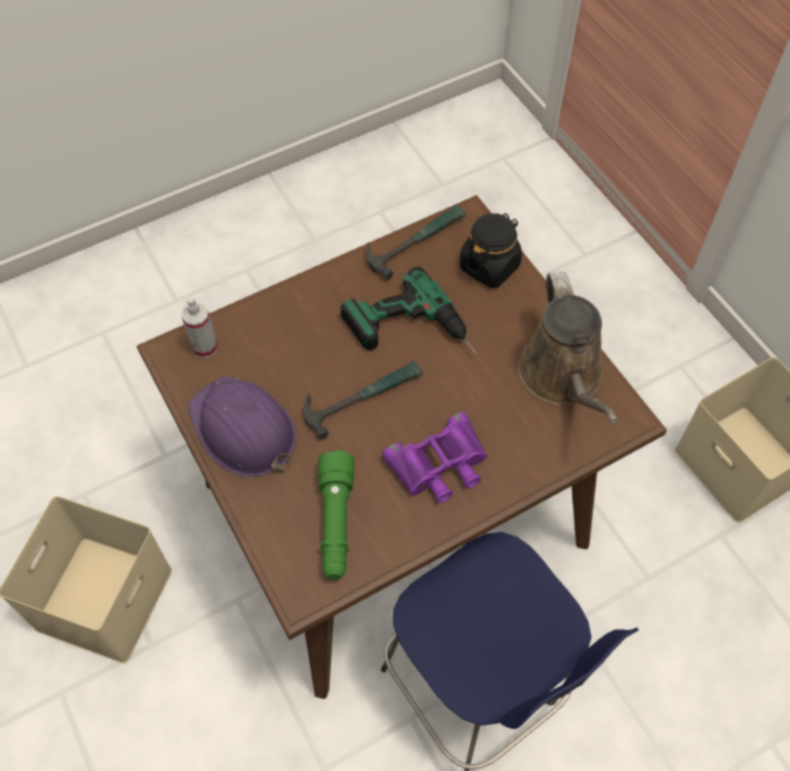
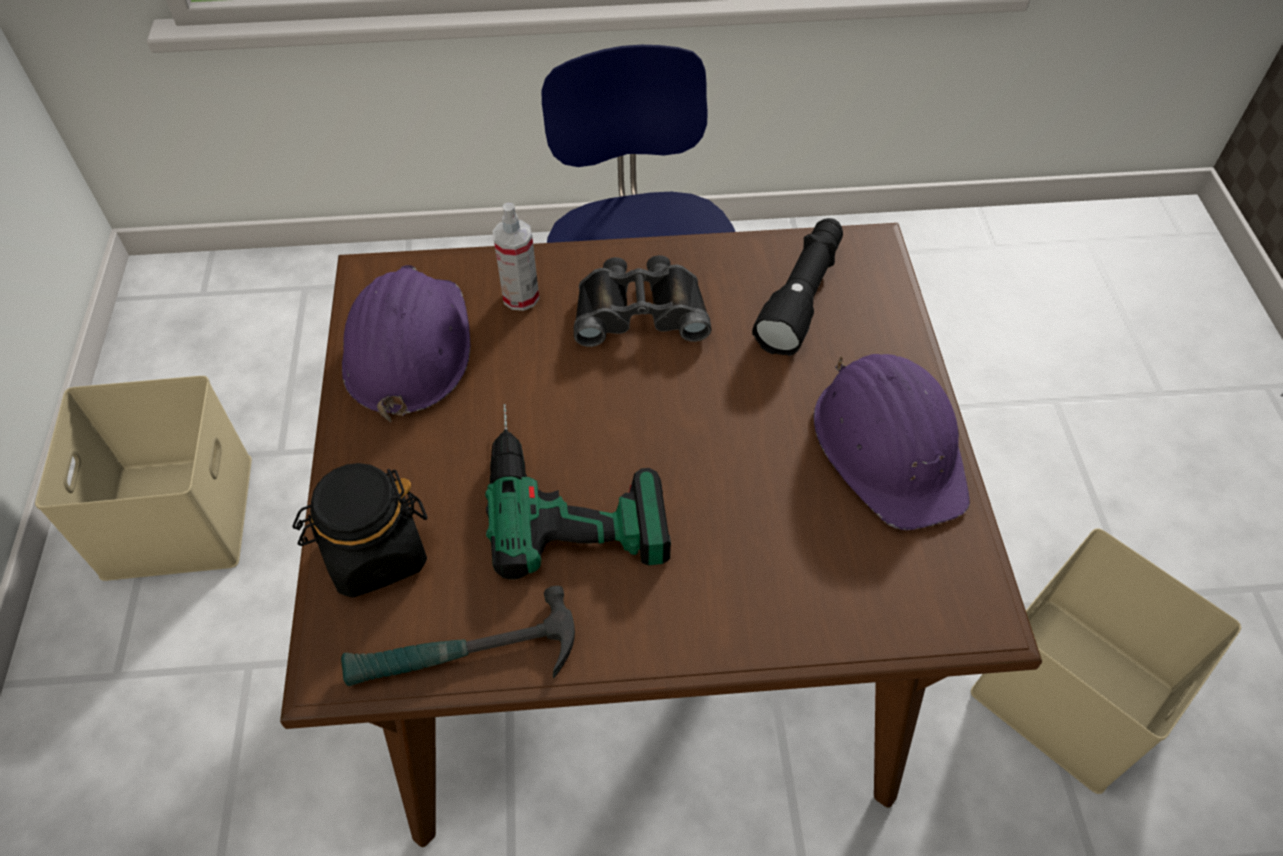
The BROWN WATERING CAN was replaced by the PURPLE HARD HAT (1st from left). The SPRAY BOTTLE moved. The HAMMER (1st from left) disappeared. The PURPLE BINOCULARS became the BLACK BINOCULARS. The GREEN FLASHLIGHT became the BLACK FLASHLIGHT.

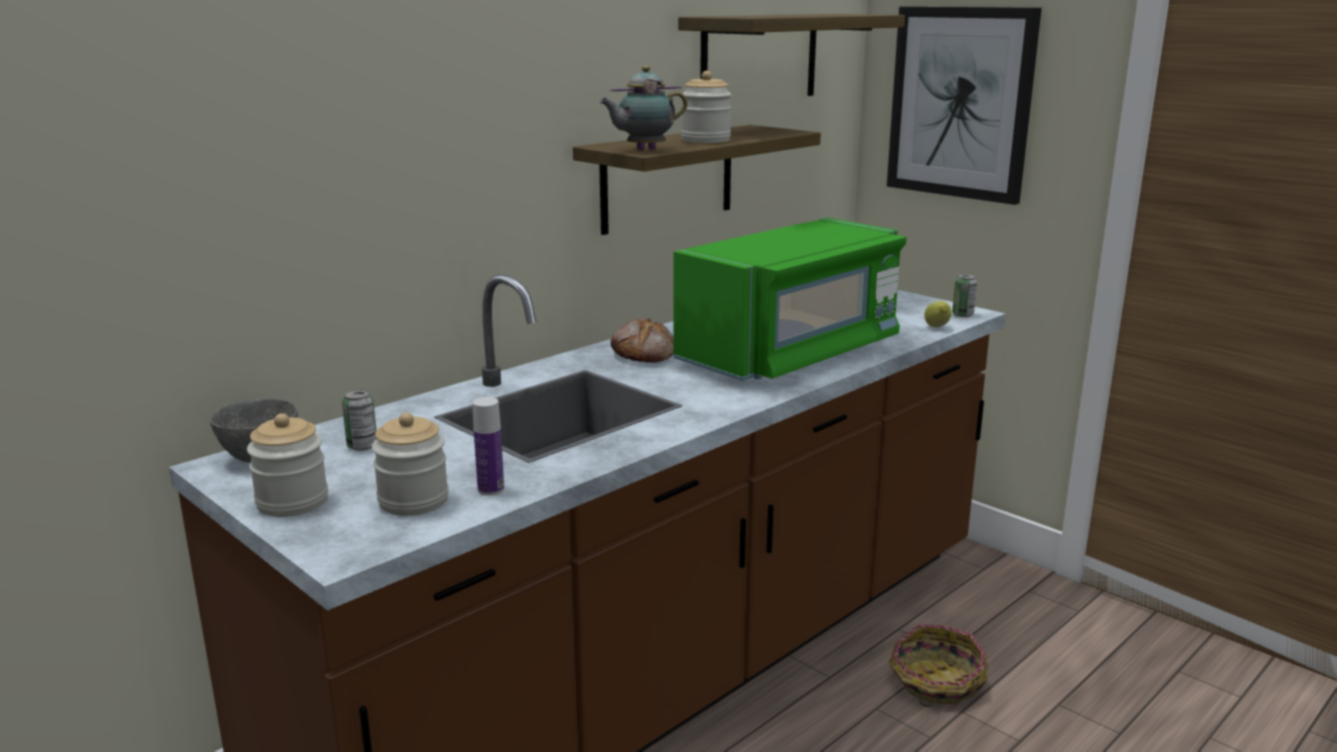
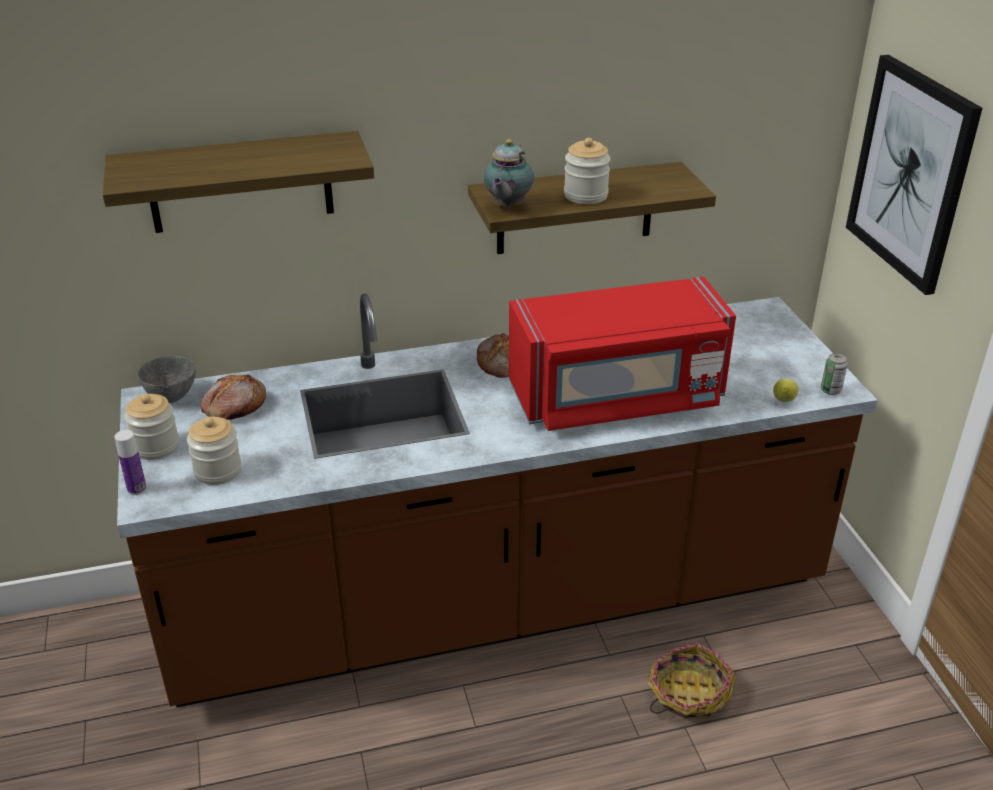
The SHELF (2nd from left in the first image) moved. The TEAPOT turned 75 degrees counterclockwise. The GREEN MICROWAVE became the RED MICROWAVE. The CAN (1st from left) was replaced by the BREAD (1st from left). The BOTTLE moved.

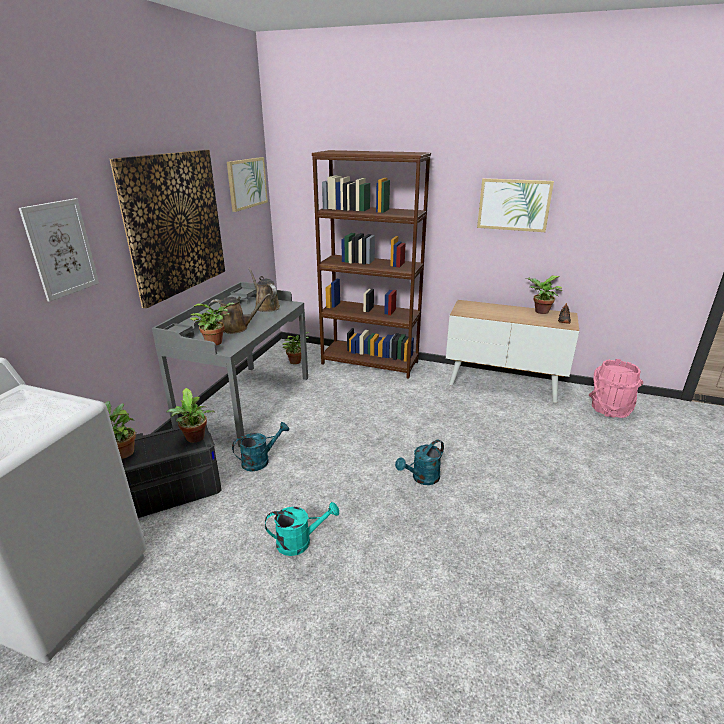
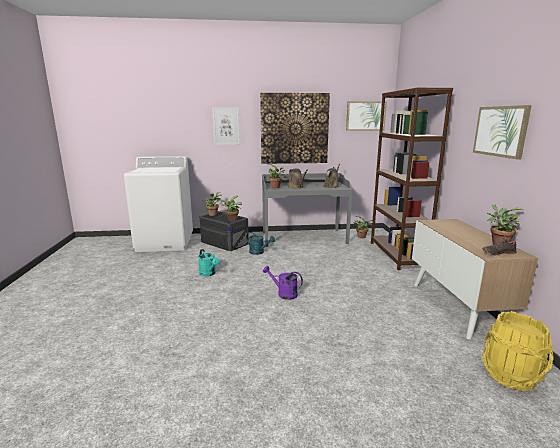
The PINK BUCKET became the YELLOW BUCKET. The TURQUOISE WATERING CAN (3rd from left) became the PURPLE WATERING CAN.

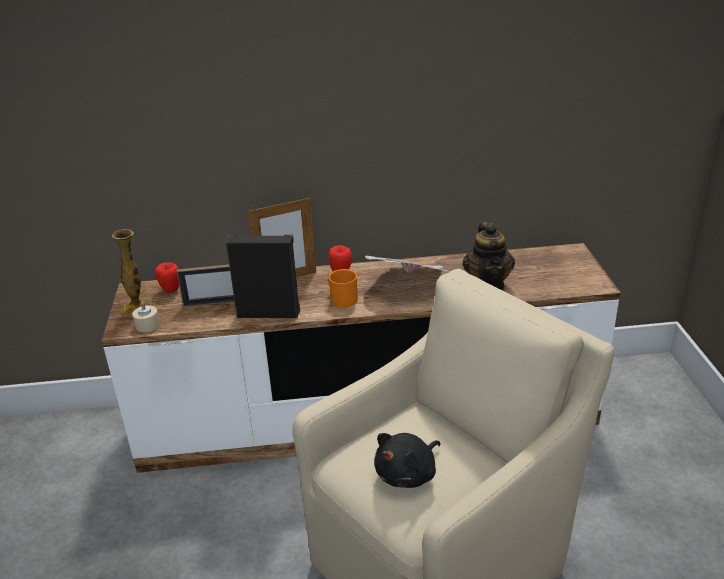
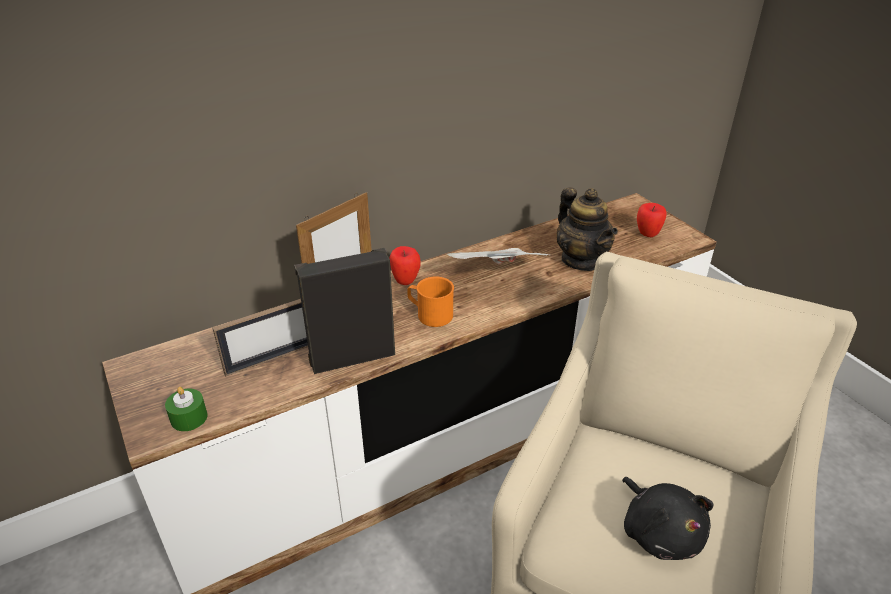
The VASE disappeared. The APPLE (1st from left in the first image) moved. The BEIGE CANDLE became the GREEN CANDLE. The BLACK PLUSH TOY turned 45 degrees counterclockwise.

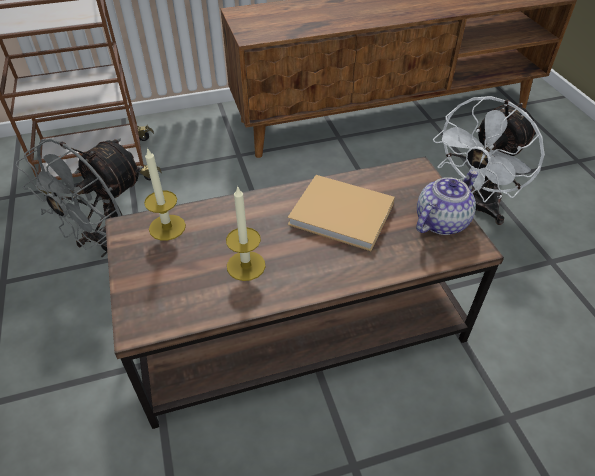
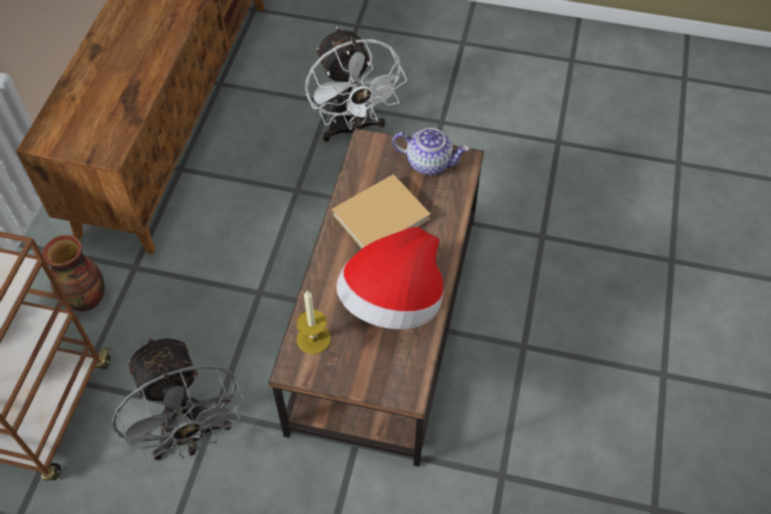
The TEAPOT turned 120 degrees clockwise. The CANDLE (2nd from left) was replaced by the HAT. The VASE appeared.

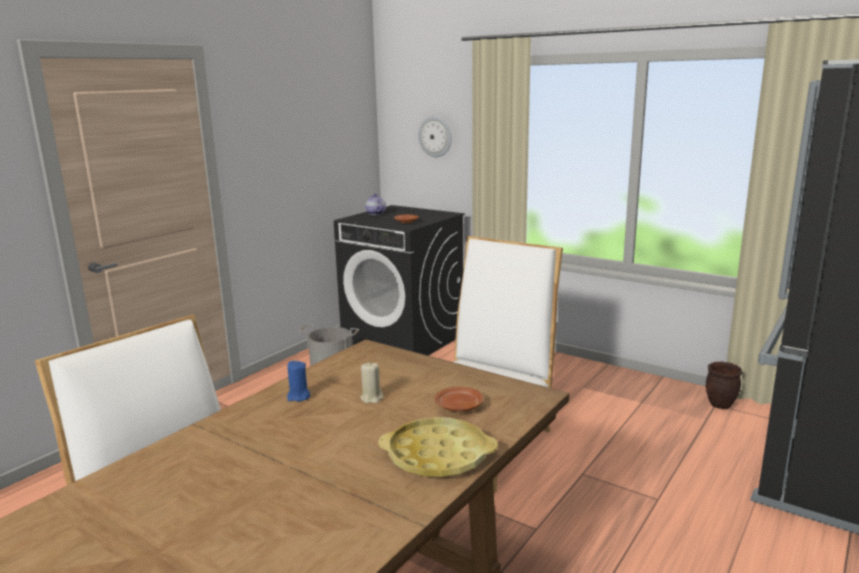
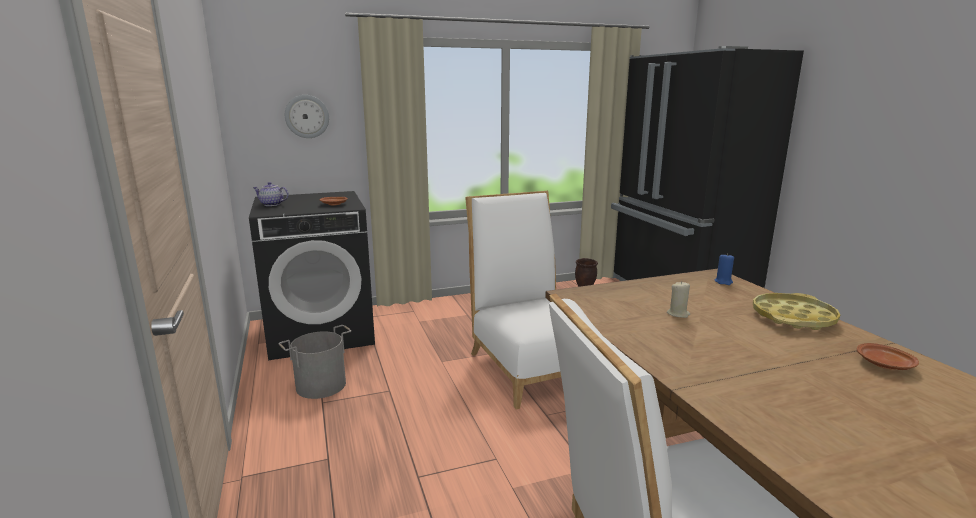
The BLUE CANDLE moved. The BROWN PLATE (2nd from left) moved.

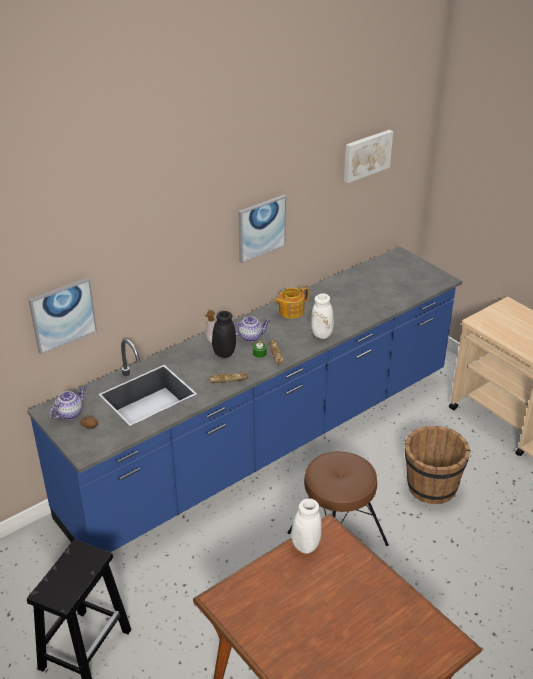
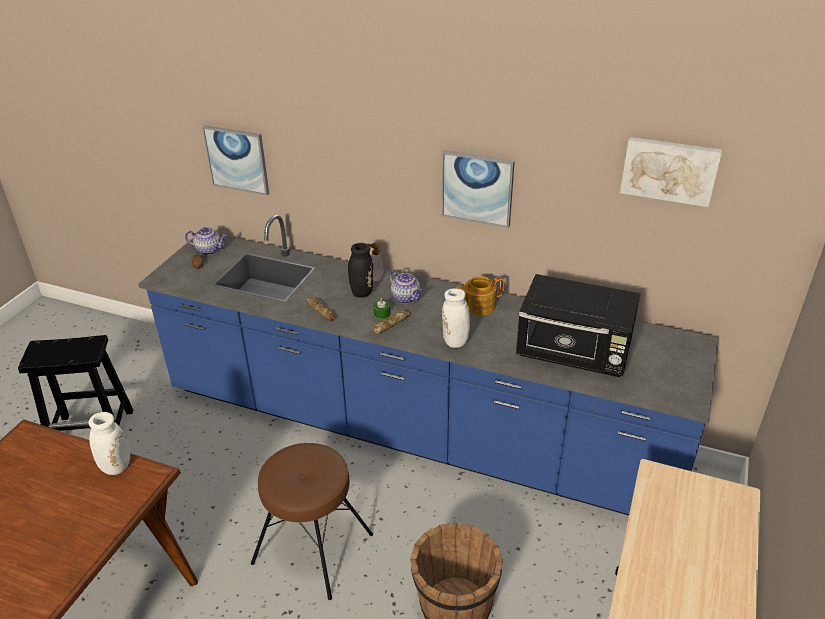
The TEAPOT (3rd from left) turned 45 degrees counterclockwise. The BLACK MICROWAVE appeared.

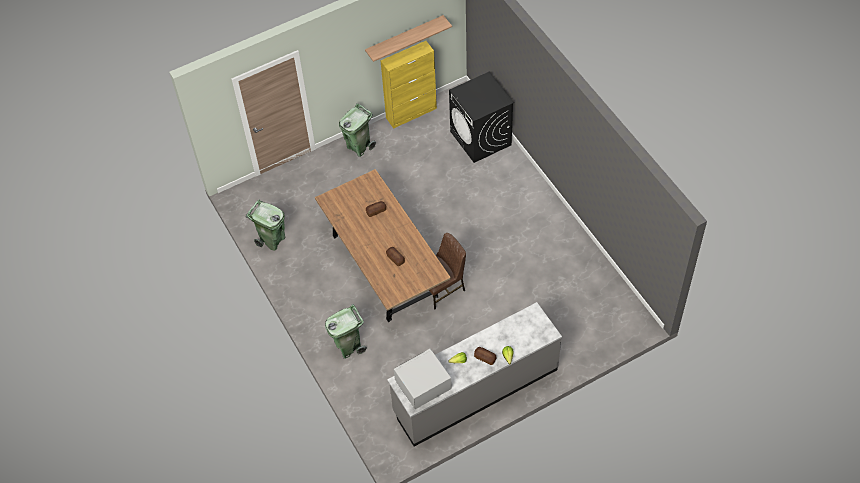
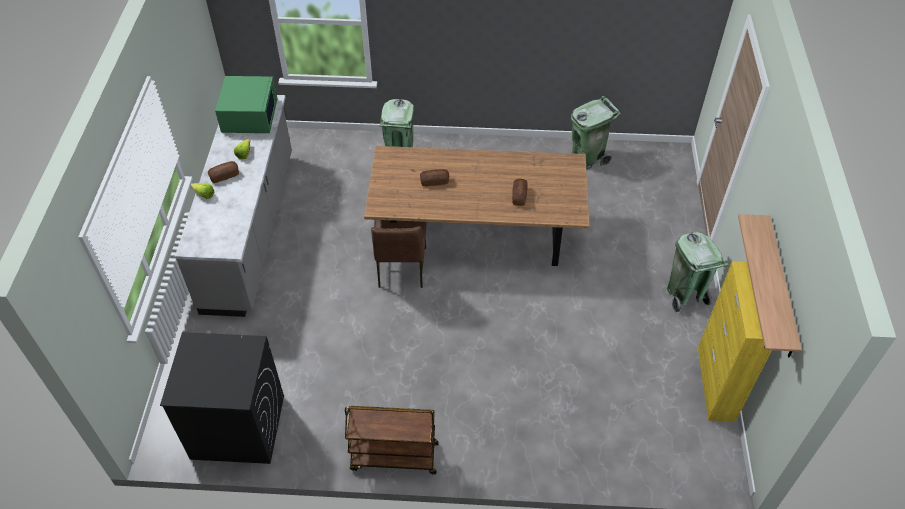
The BLACK WASHING MACHINE moved. The WHITE MICROWAVE became the GREEN MICROWAVE. The BROWN CART appeared.

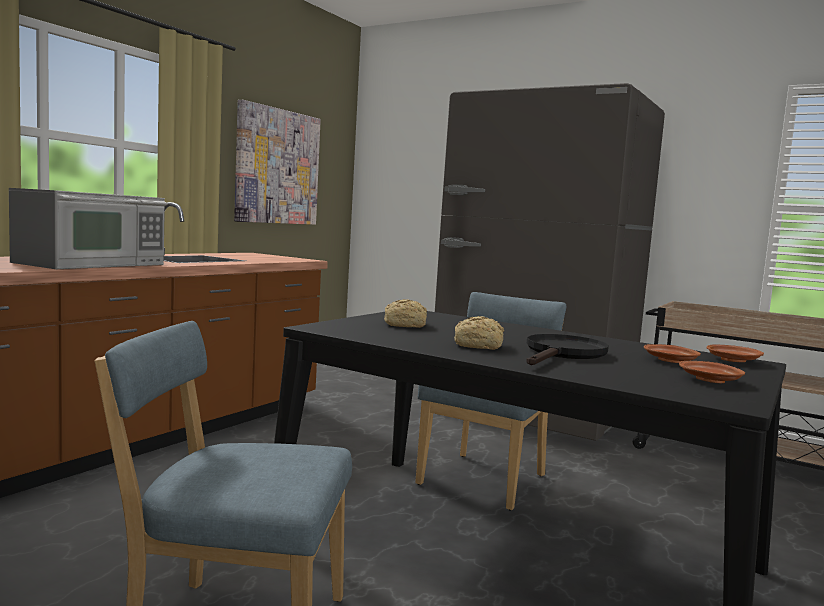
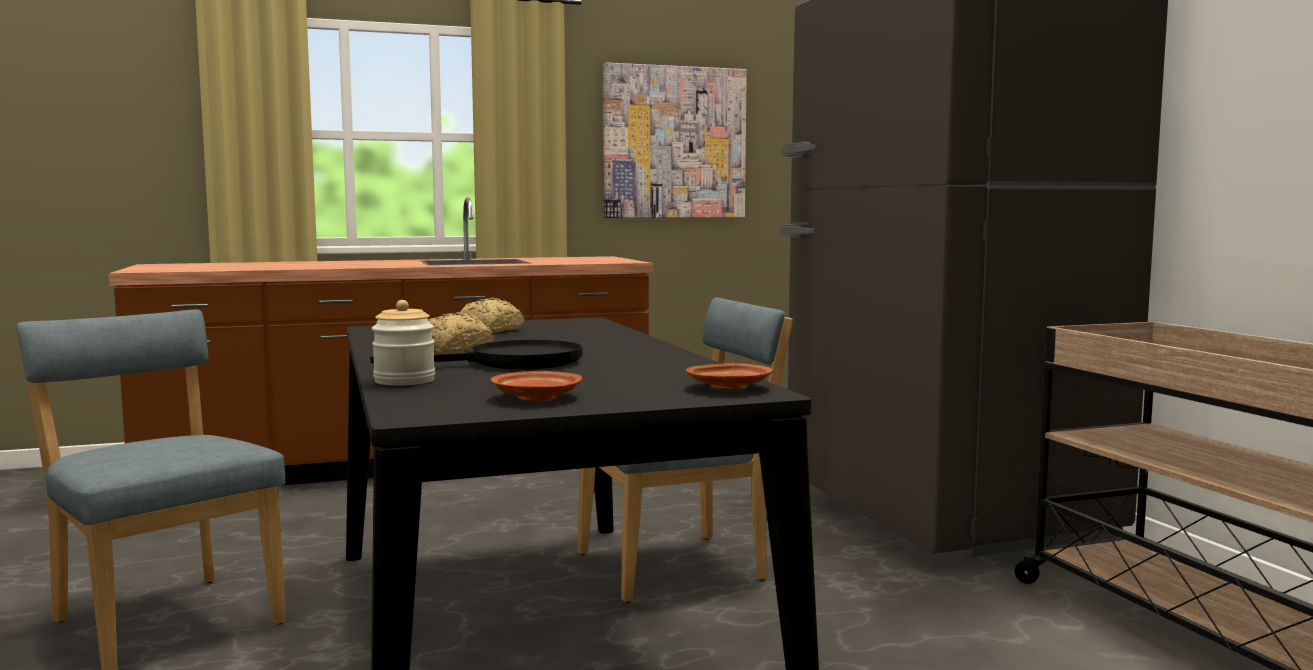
The MICROWAVE disappeared. The BROWN PLATE (1st from left) disappeared. The JAR appeared.

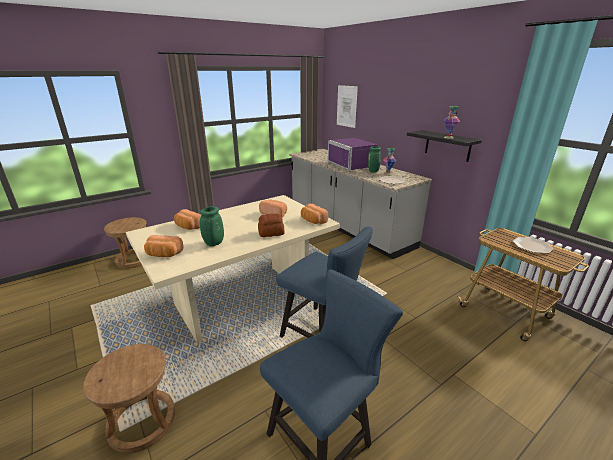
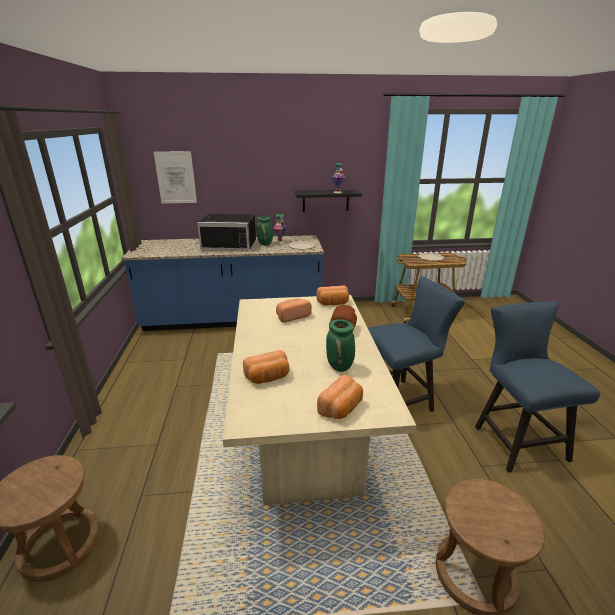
The PURPLE MICROWAVE became the BLACK MICROWAVE. The GREY COUNTER became the BLUE COUNTER.

